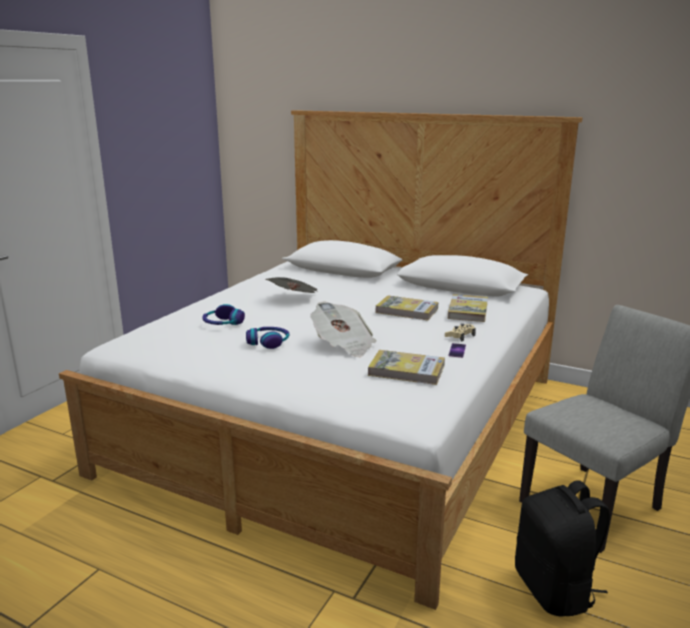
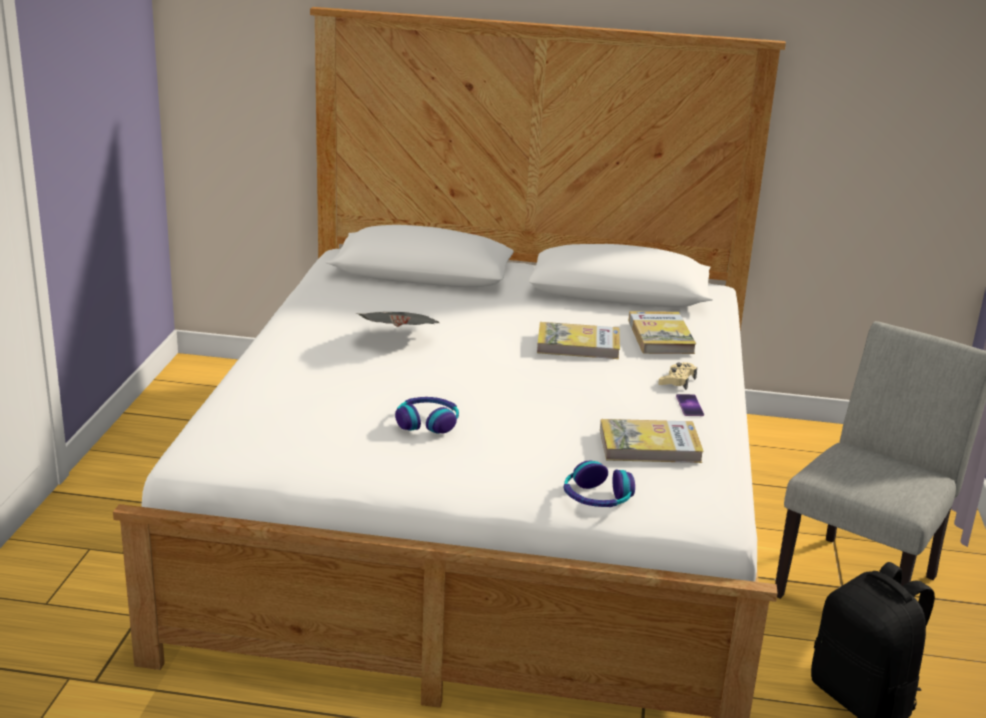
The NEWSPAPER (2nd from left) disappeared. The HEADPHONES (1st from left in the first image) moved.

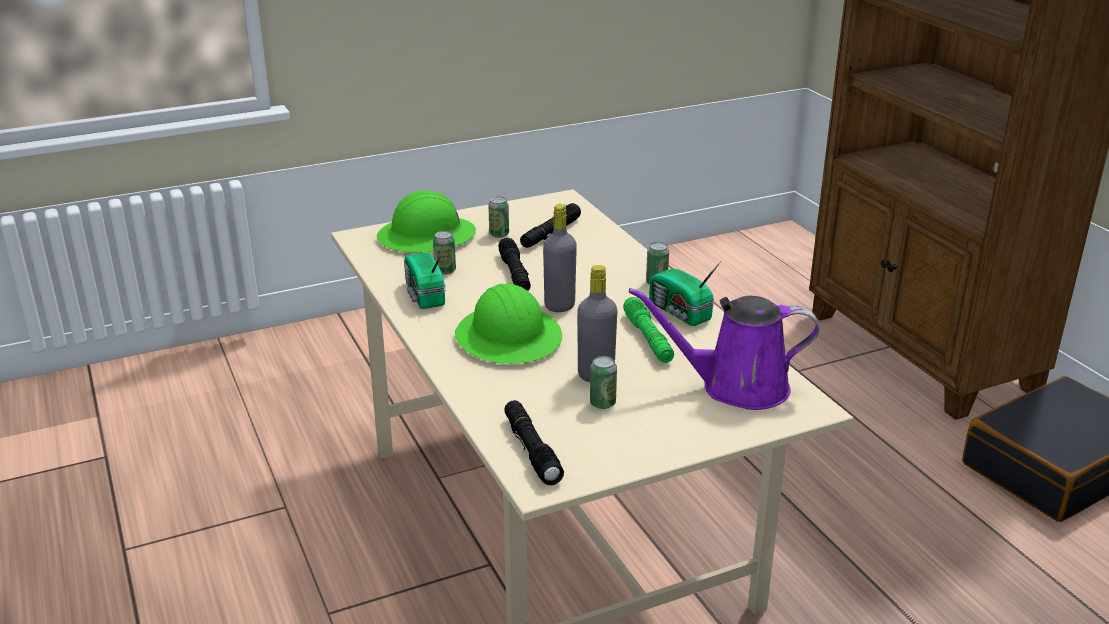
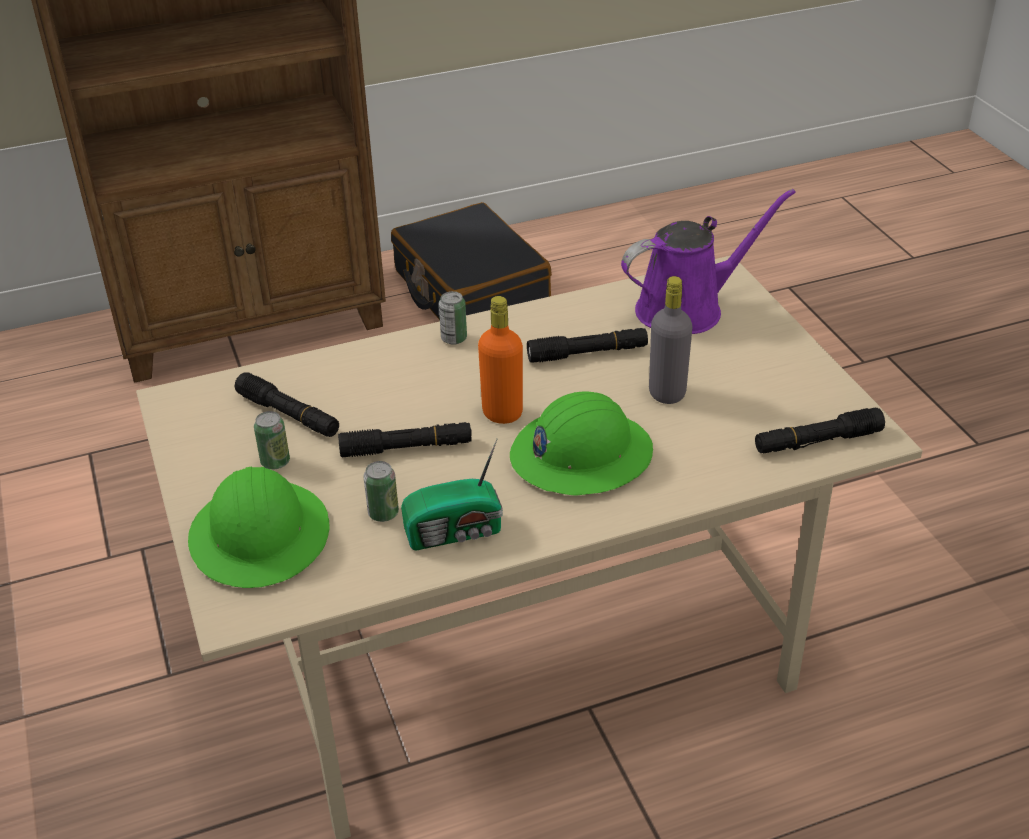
The GREY BOTTLE (1st from left) became the ORANGE BOTTLE. The RADIO (2nd from left) disappeared. The PURPLE WATERING CAN turned 120 degrees counterclockwise. The GREEN FLASHLIGHT became the BLACK FLASHLIGHT (3rd from left). The CAN (3rd from left) disappeared.

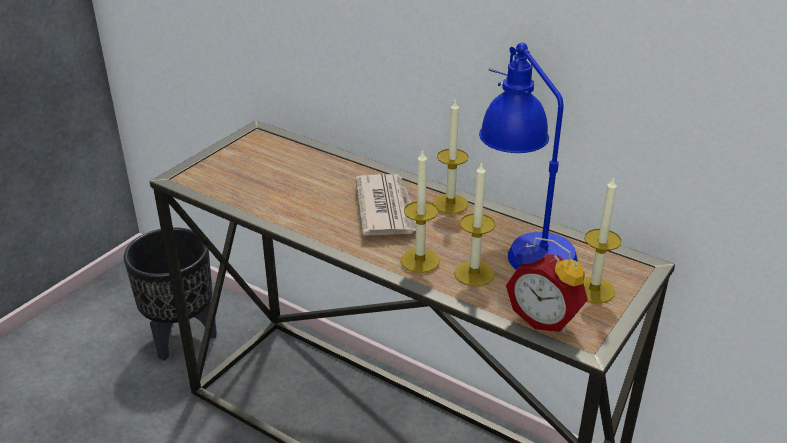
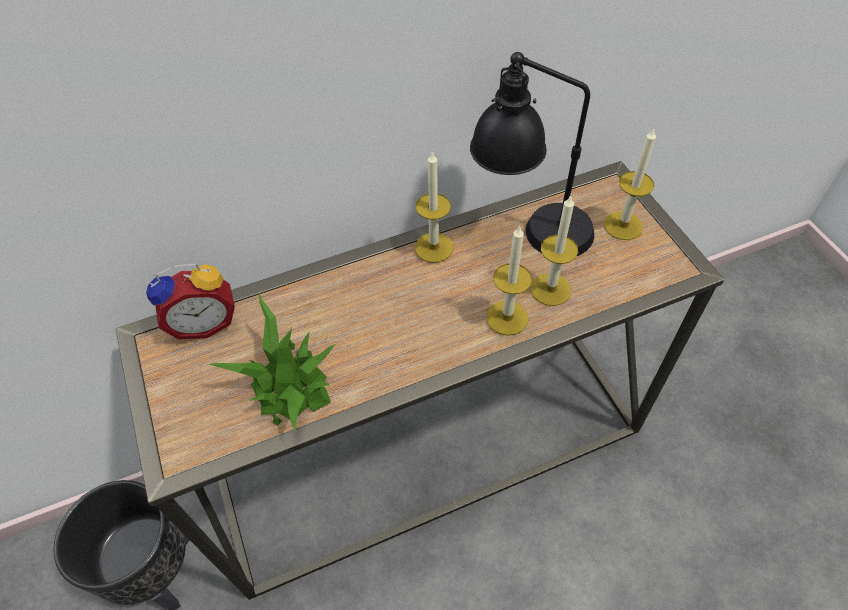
The BLUE TABLE LAMP became the BLACK TABLE LAMP. The NEWSPAPER disappeared. The ALARM CLOCK moved. The POTTED PLANT appeared.

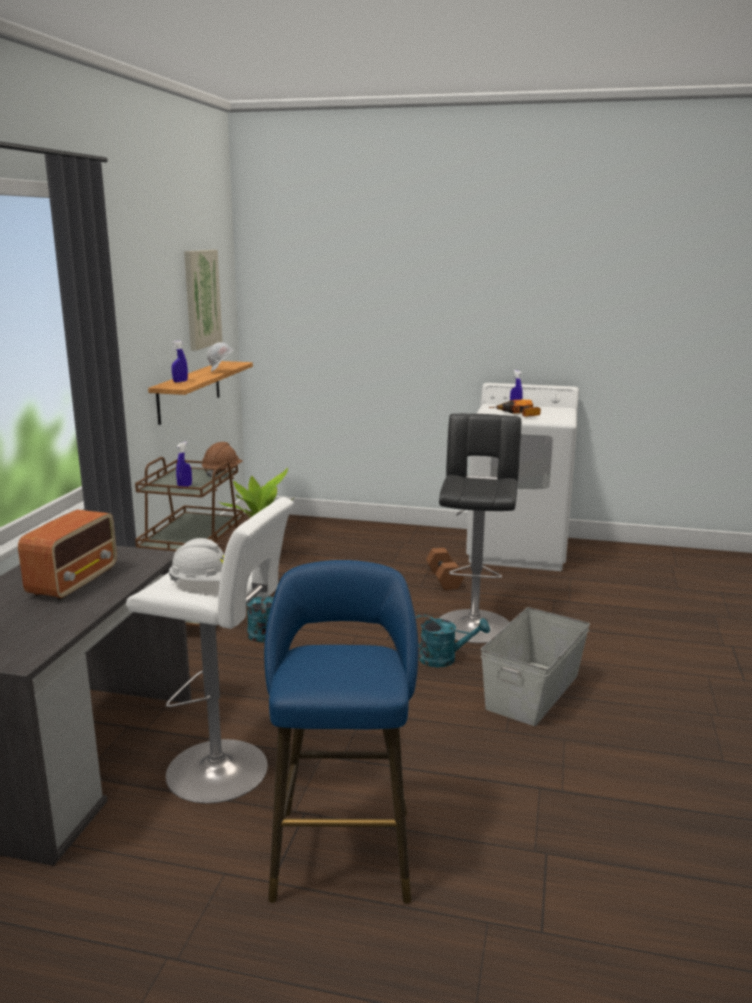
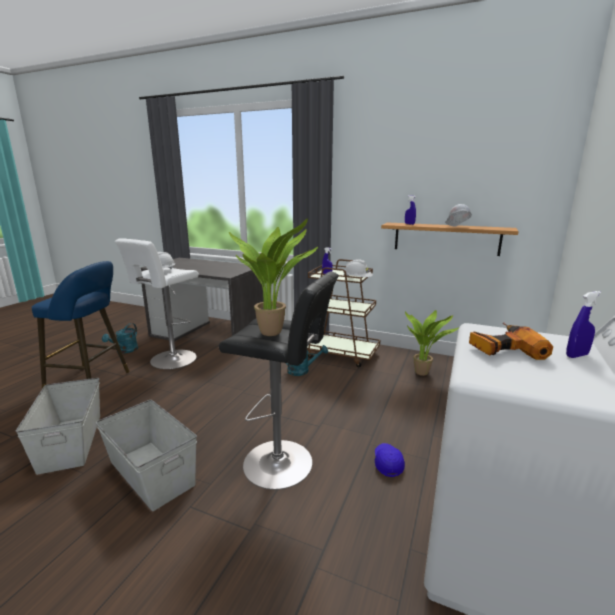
The PICTURE disappeared. The BROWN HARD HAT became the WHITE HARD HAT (2nd from left). The RADIO disappeared. The BROWN DUMBBELL was replaced by the BLUE CAP. The TURQUOISE WATERING CAN (2nd from left in the first image) moved. The POTTED PLANT (1st from left) appeared. The GREY STORAGE BOX (1st from left) appeared.

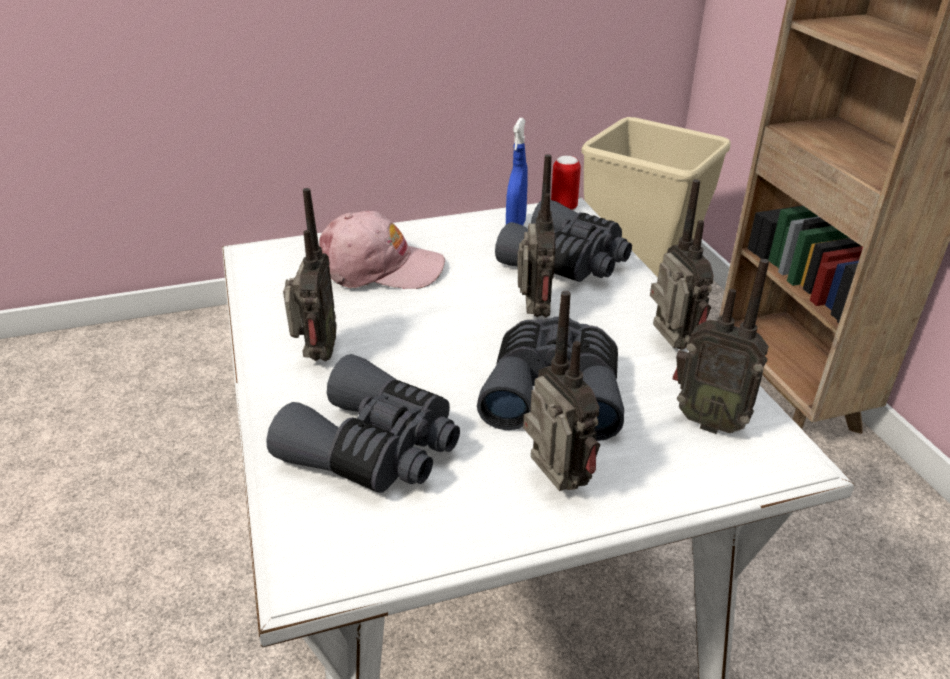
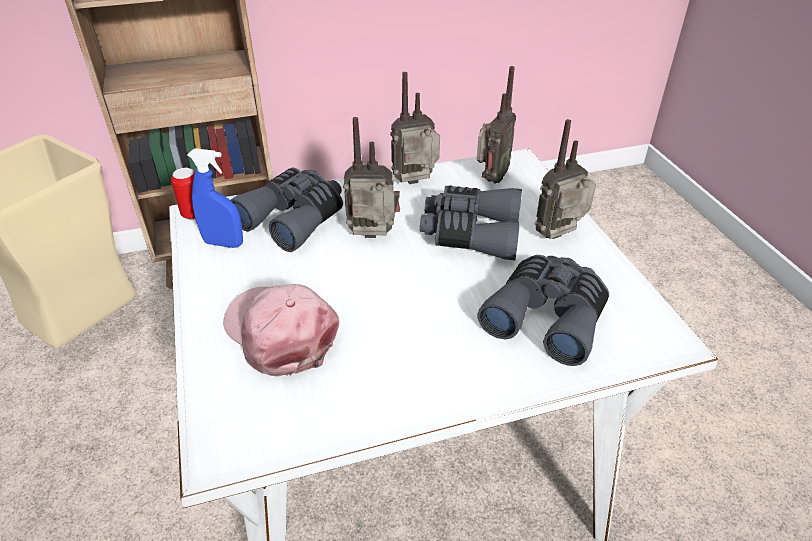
The RADIO (1st from left) disappeared. The PINK CAP turned 45 degrees counterclockwise.

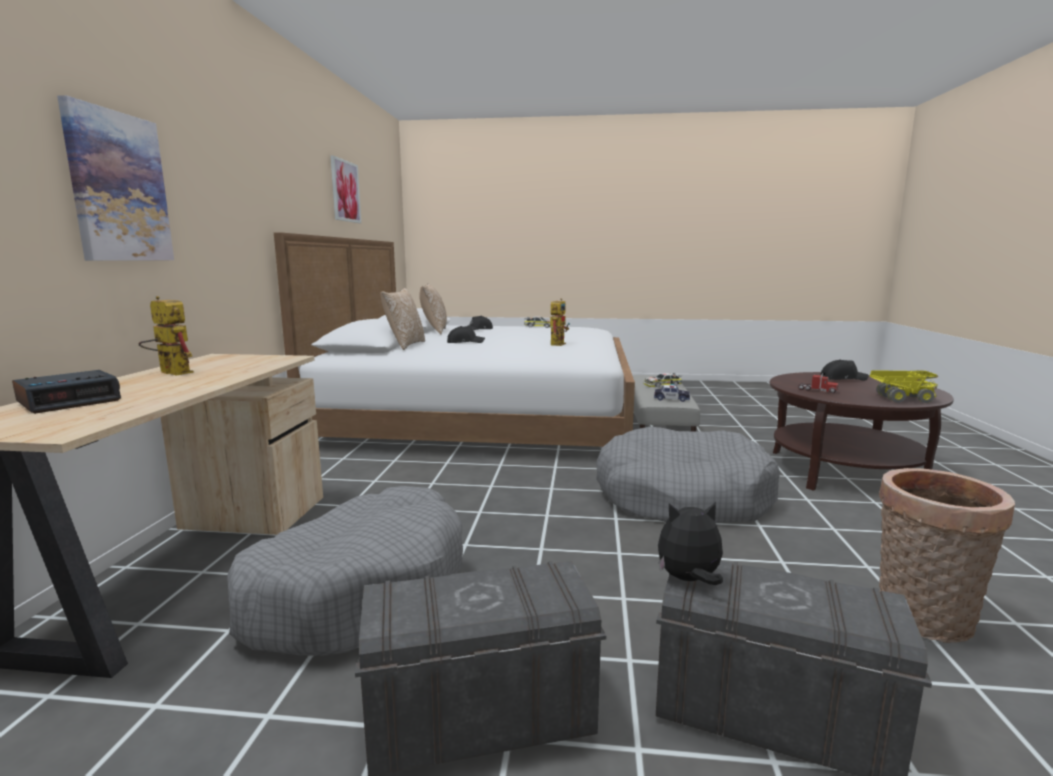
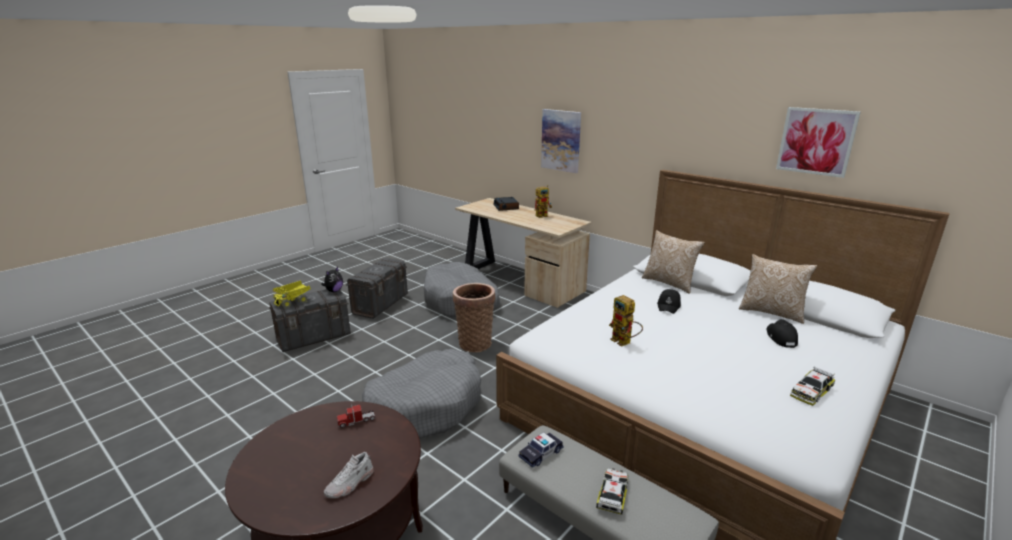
The BLACK CAP (3rd from left) was replaced by the WHITE SHOE. The TOY TRUCK (2nd from left in the first image) moved. The BASKET moved.

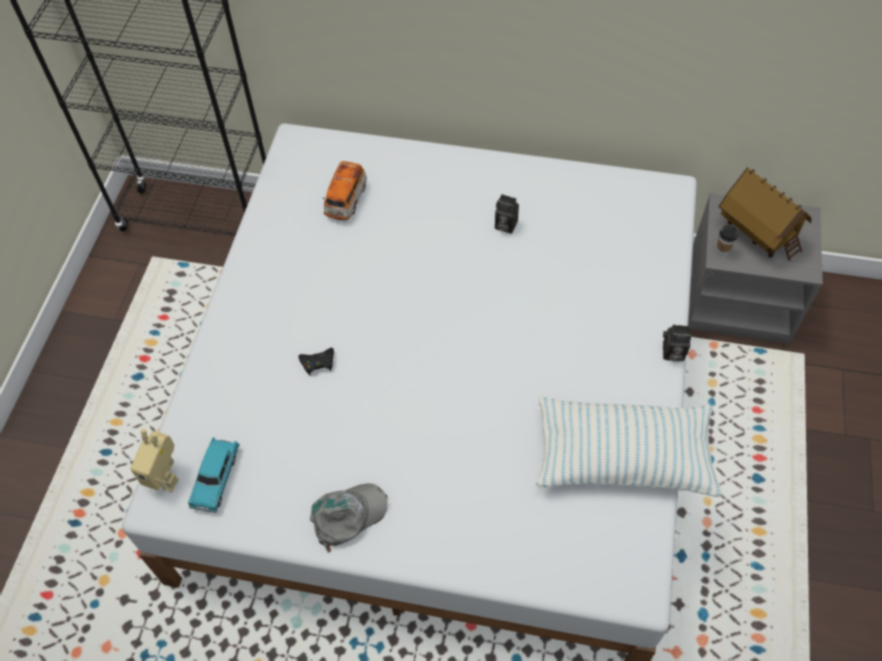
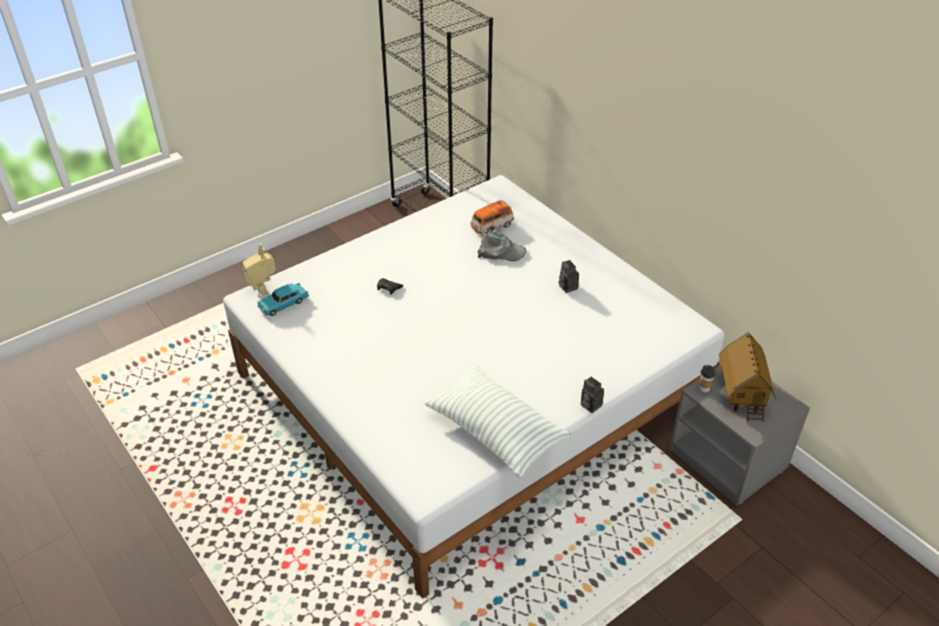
The GREY CAP moved.

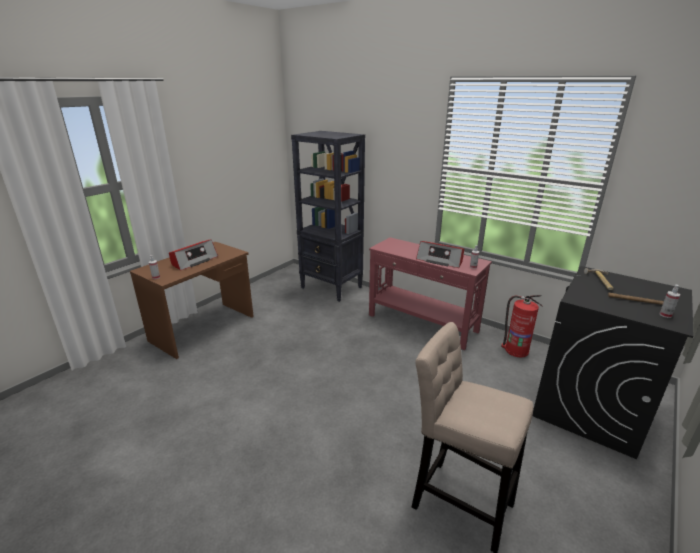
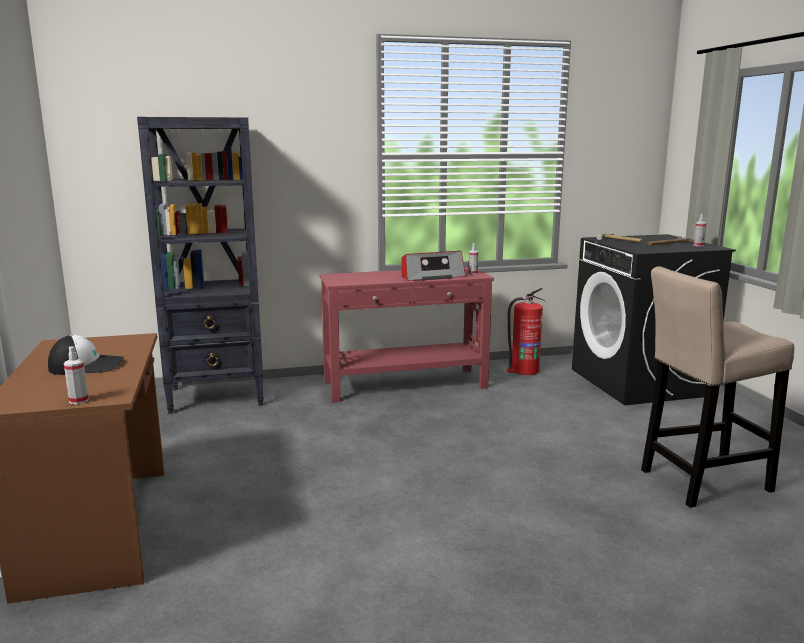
The RADIO (1st from left) was replaced by the CAP.

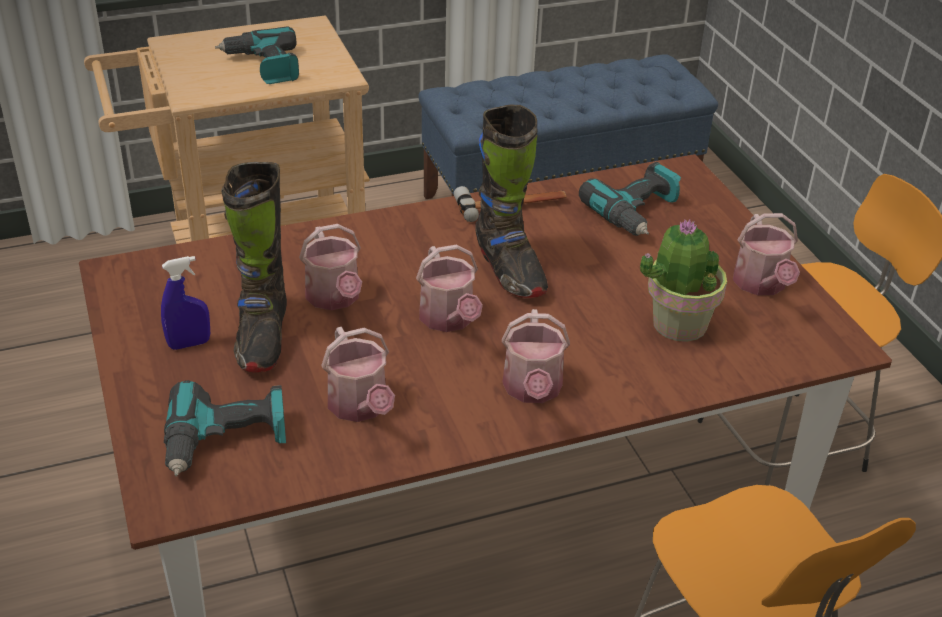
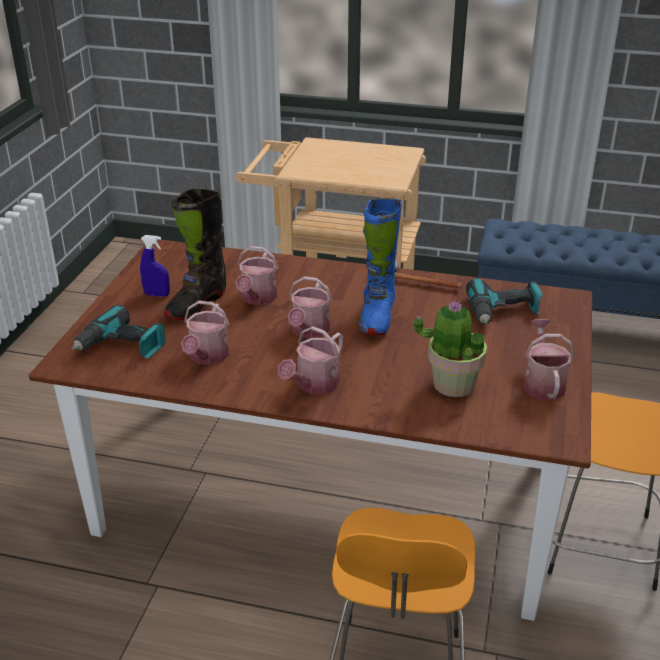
The POWER DRILL (2nd from left) disappeared. The BLACK BOOT (2nd from left) became the BLUE BOOT. The WATERING CAN (5th from left) turned 150 degrees clockwise.

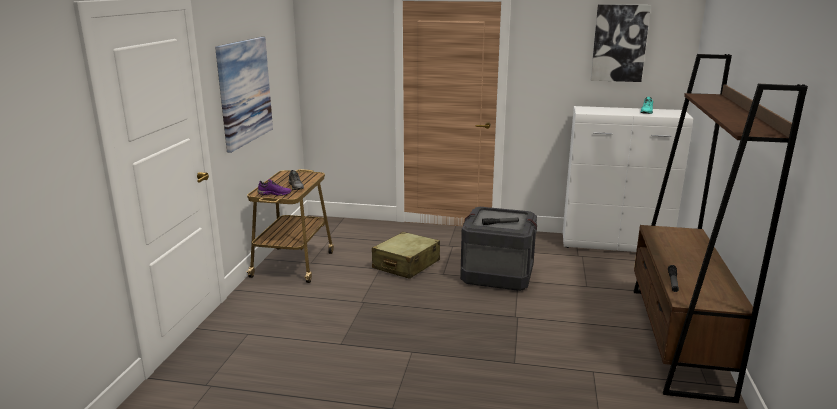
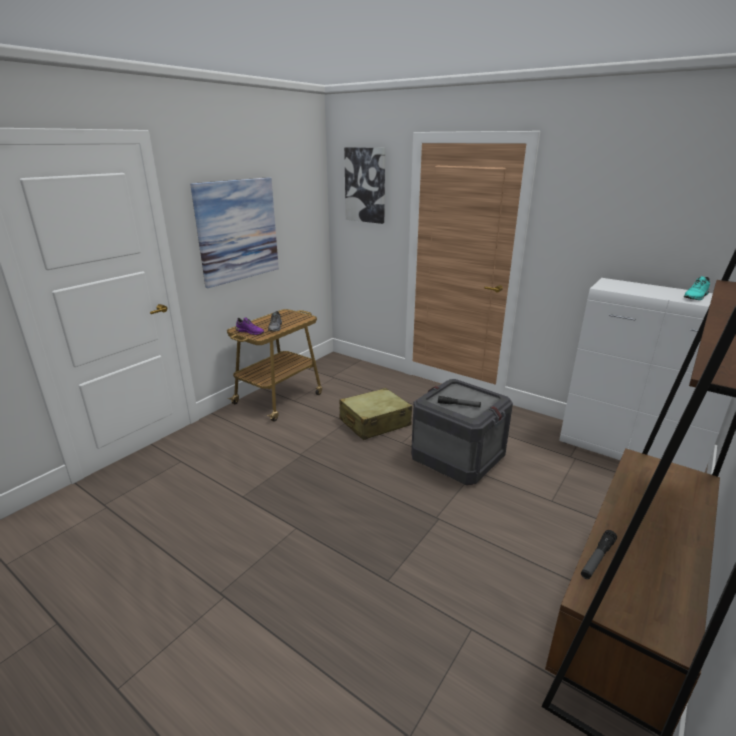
The PICTURE (2nd from left) moved.

